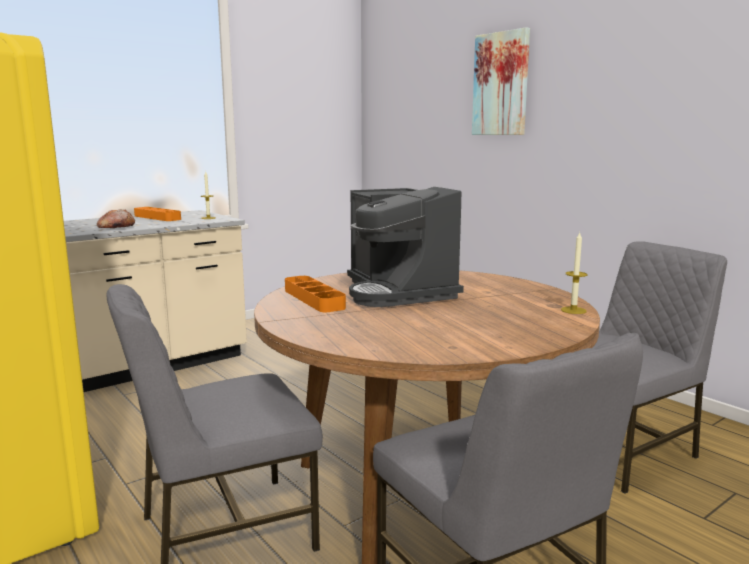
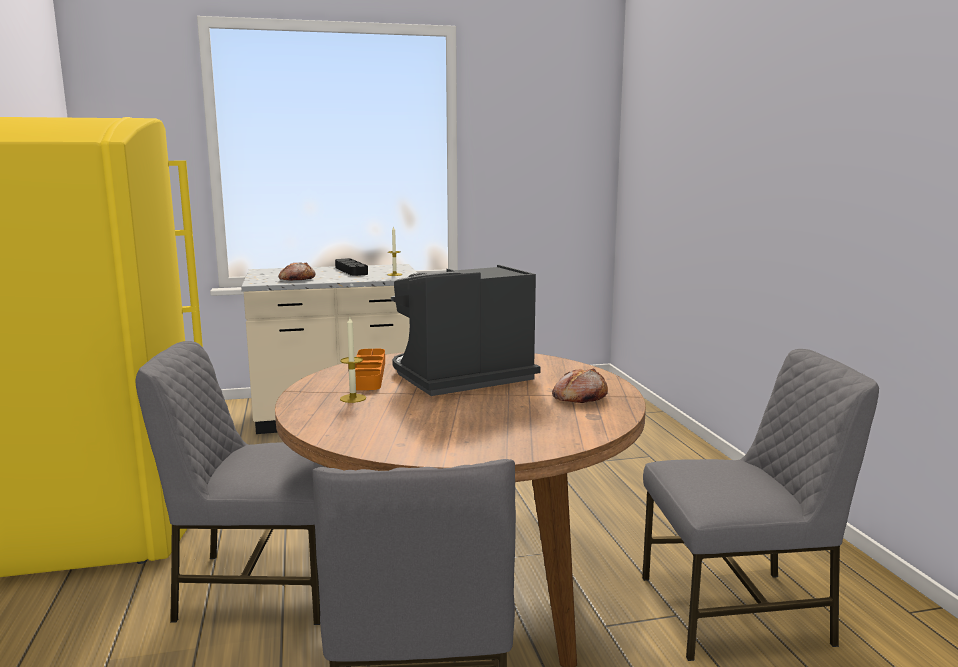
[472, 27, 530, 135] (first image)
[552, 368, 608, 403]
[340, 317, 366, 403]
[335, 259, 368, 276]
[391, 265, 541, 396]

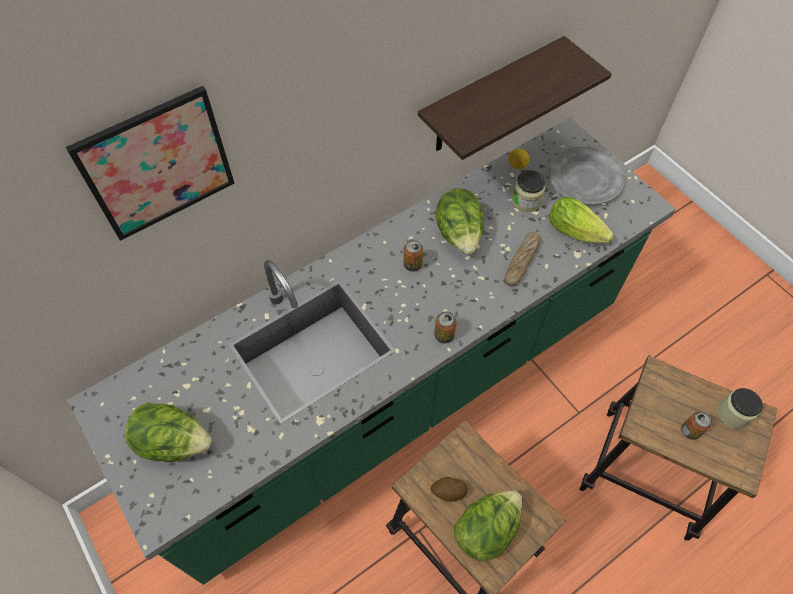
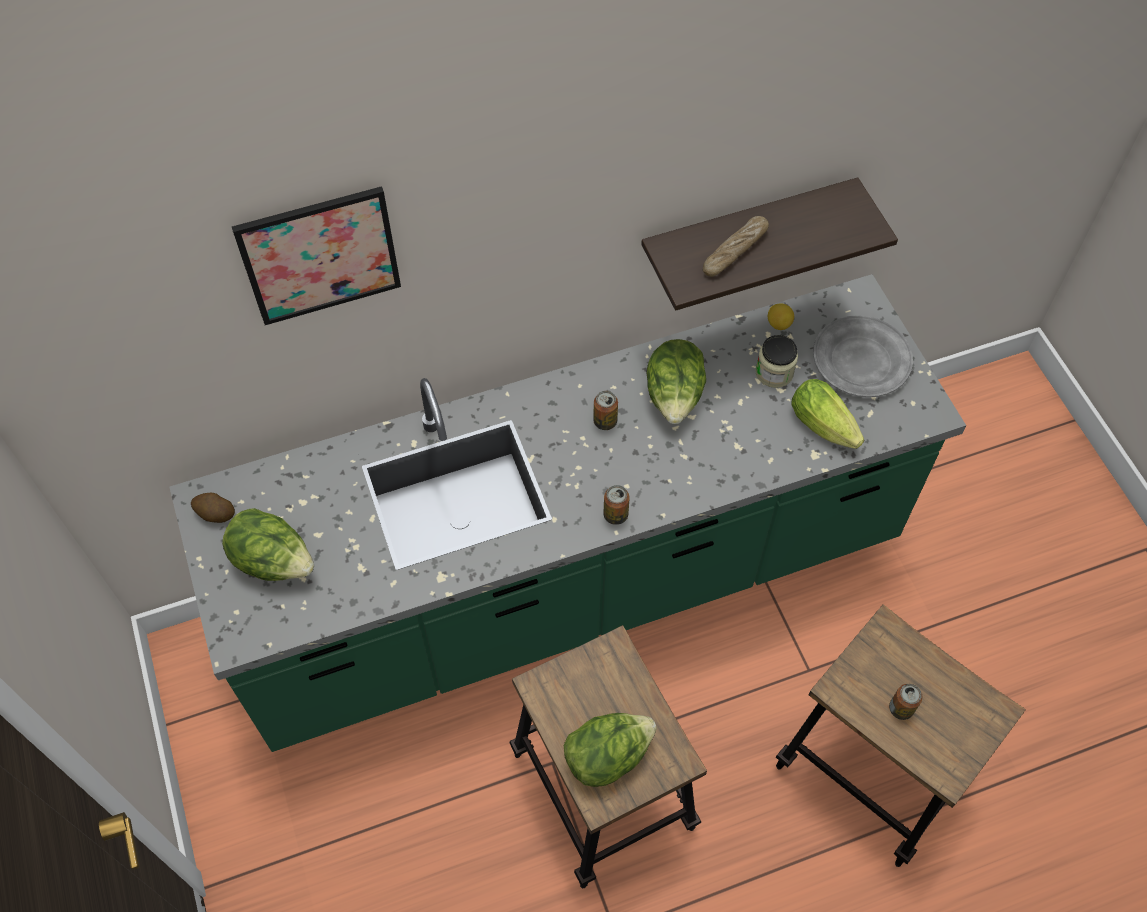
[717, 388, 763, 429] (first image)
[191, 493, 235, 523]
[703, 216, 769, 277]

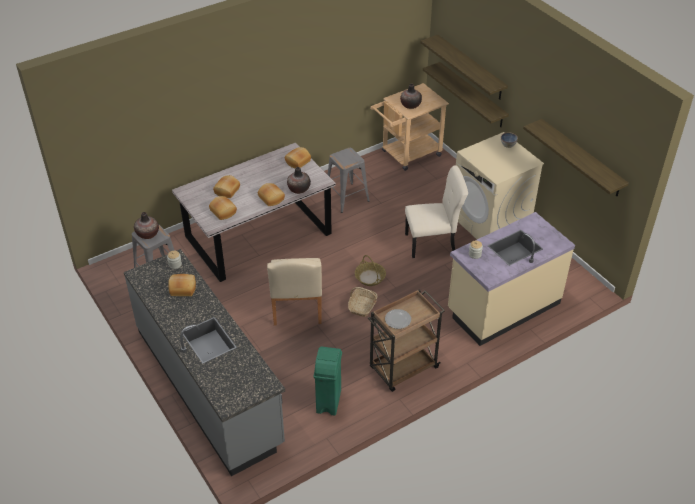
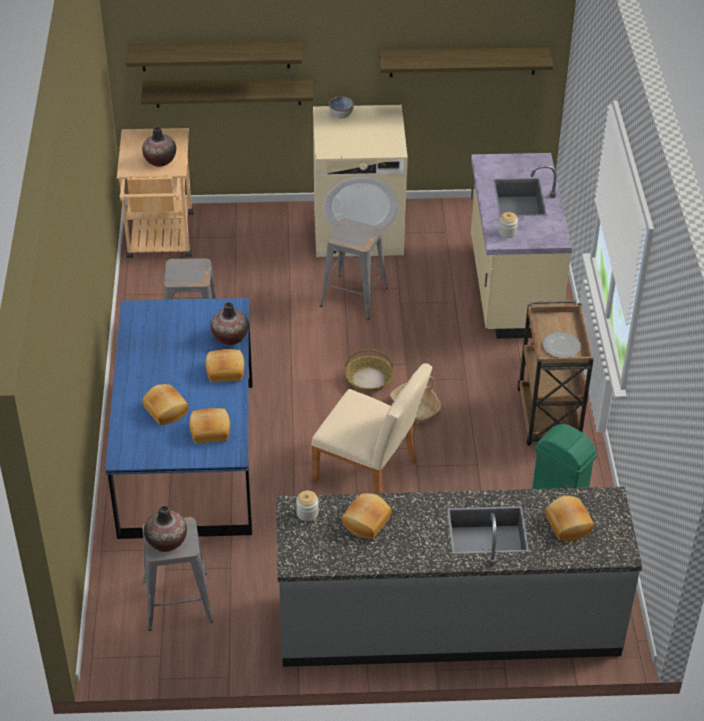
[545, 496, 594, 541]
[320, 219, 388, 320]
[105, 298, 253, 539]

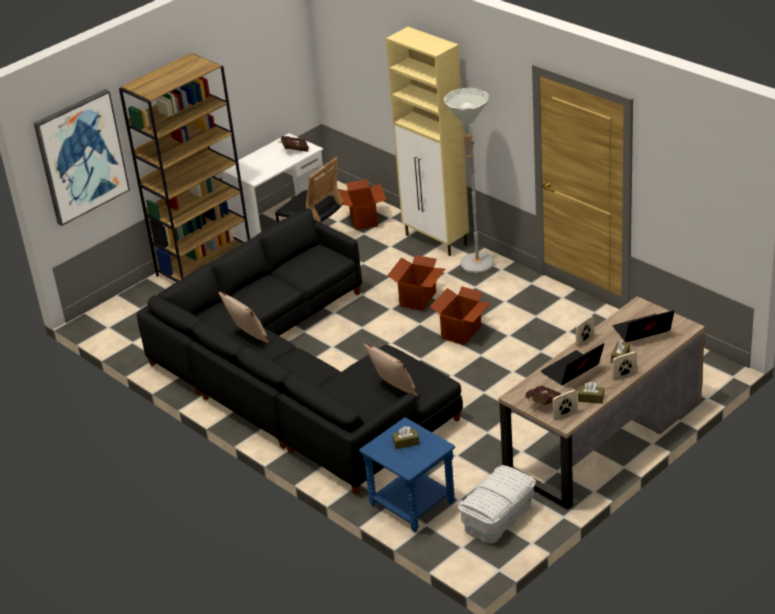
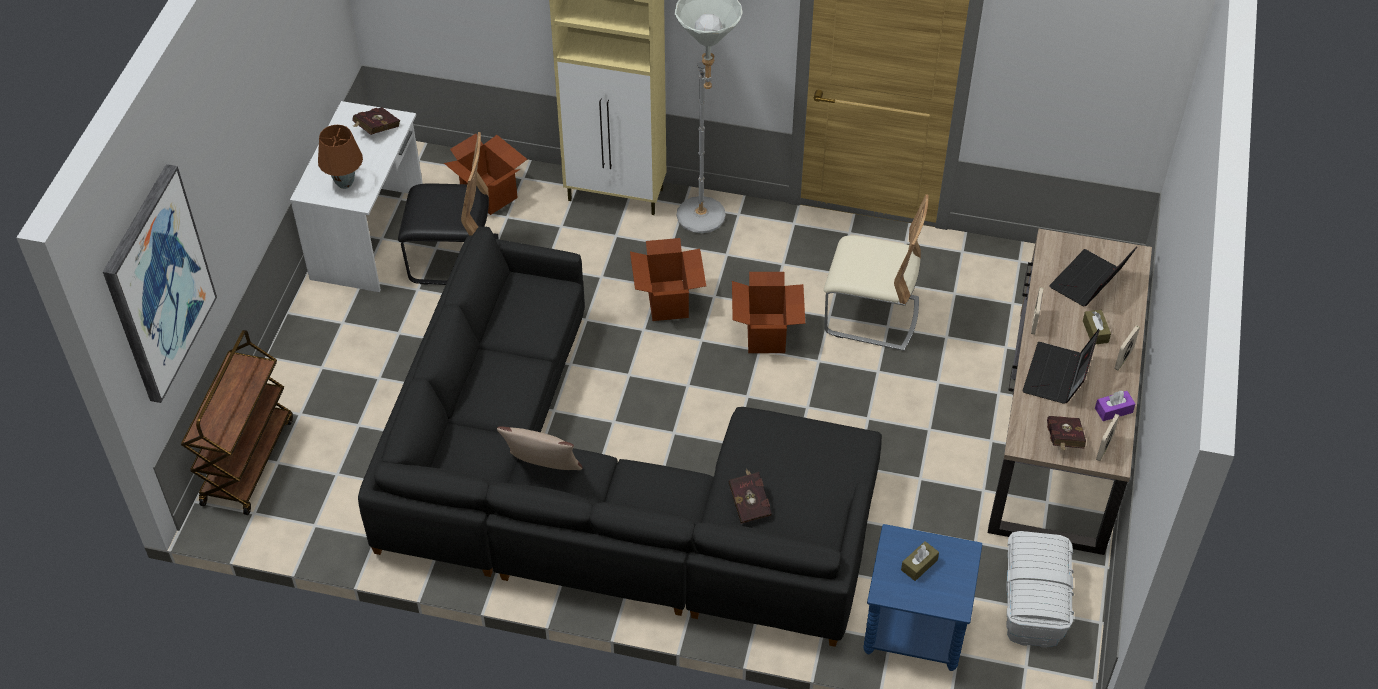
[119, 53, 250, 282] (first image)
[364, 343, 418, 396] (first image)
[181, 330, 293, 515]
[318, 125, 363, 189]
[728, 468, 772, 524]
[824, 194, 928, 351]
[1095, 390, 1135, 421]

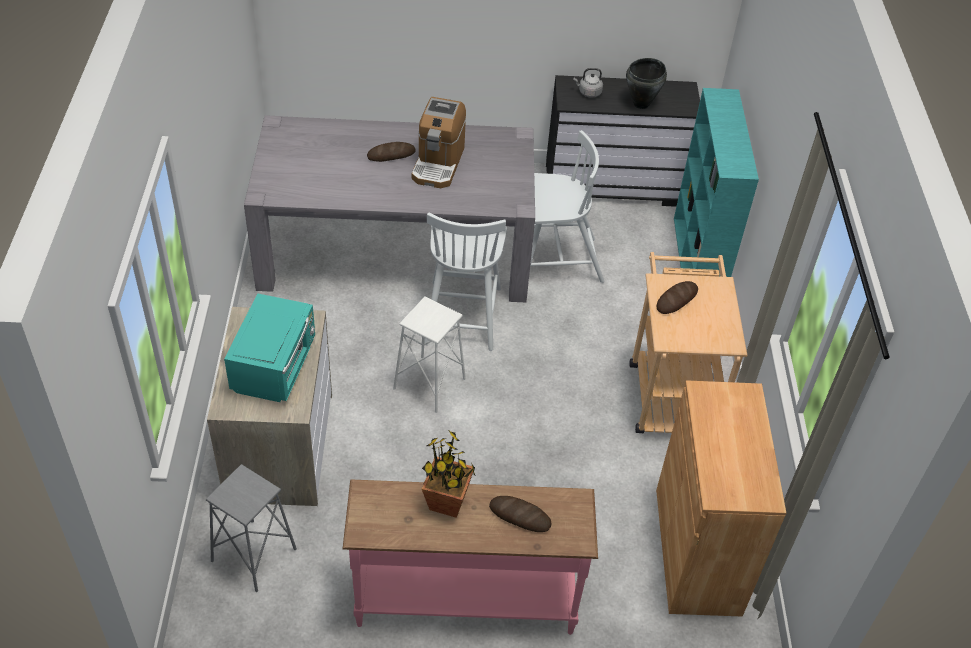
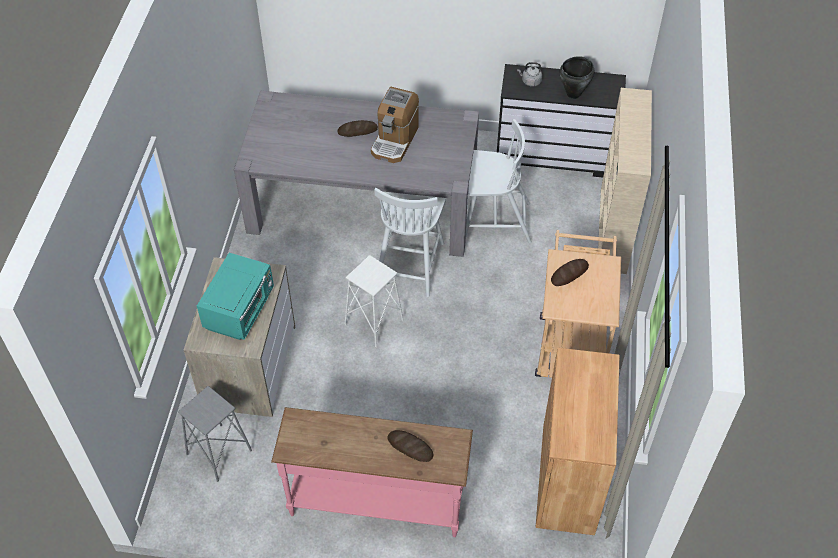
[422, 431, 475, 518] (first image)
[598, 88, 652, 274]

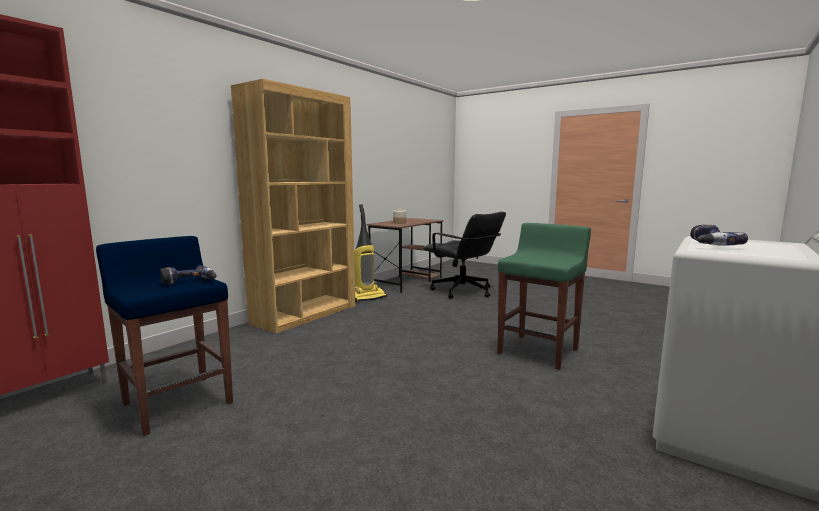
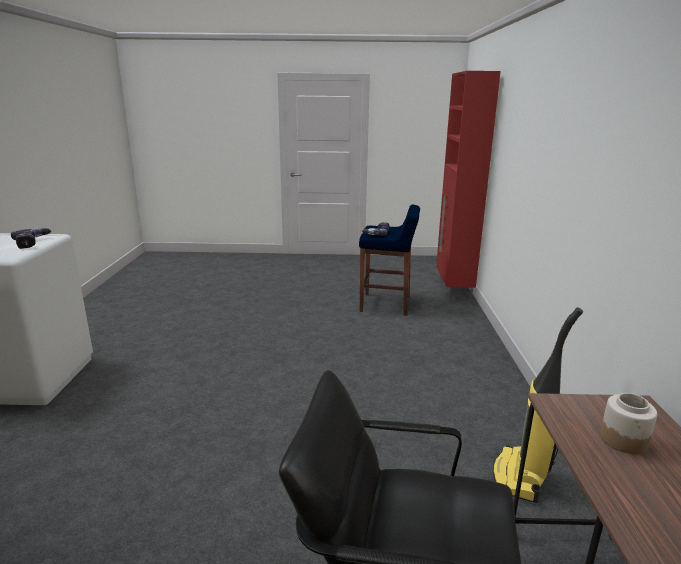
[231, 79, 355, 334] (first image)
[498, 223, 591, 370] (first image)

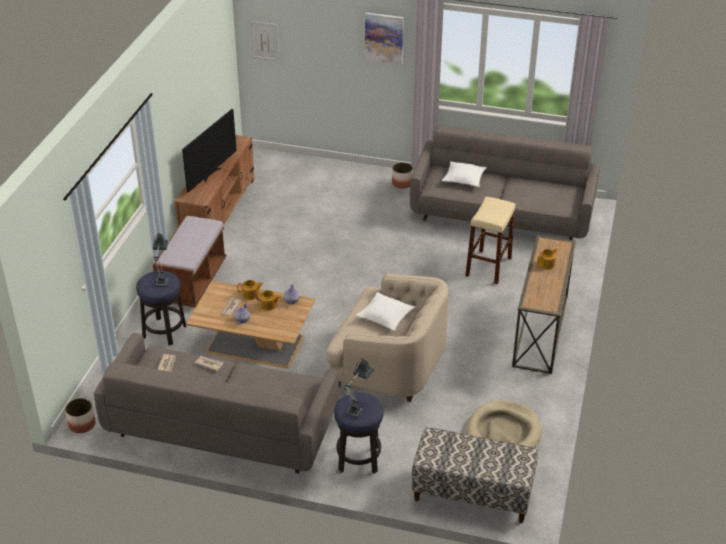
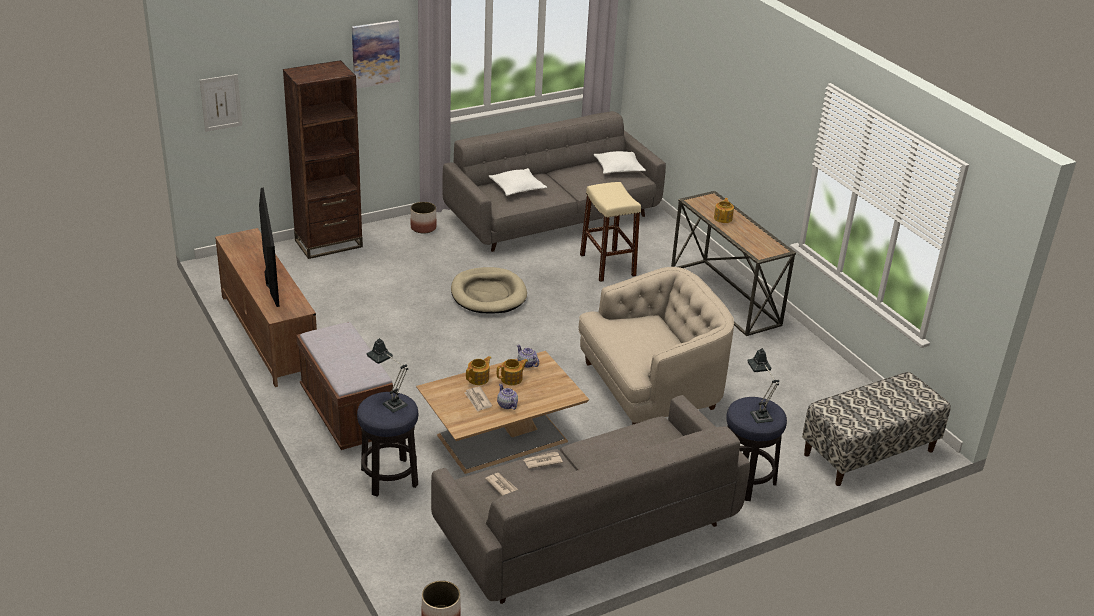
[283, 60, 363, 259]
[594, 151, 646, 174]
[451, 267, 527, 313]

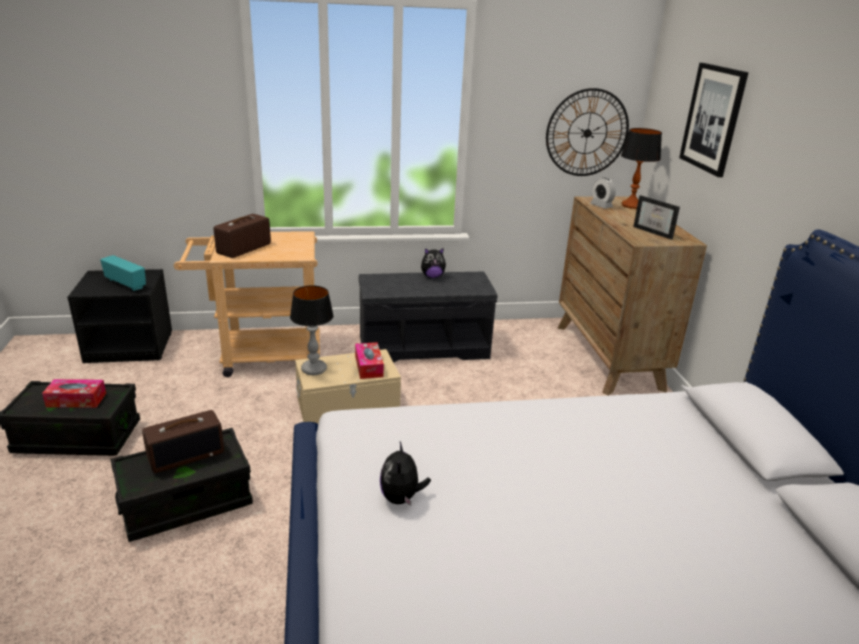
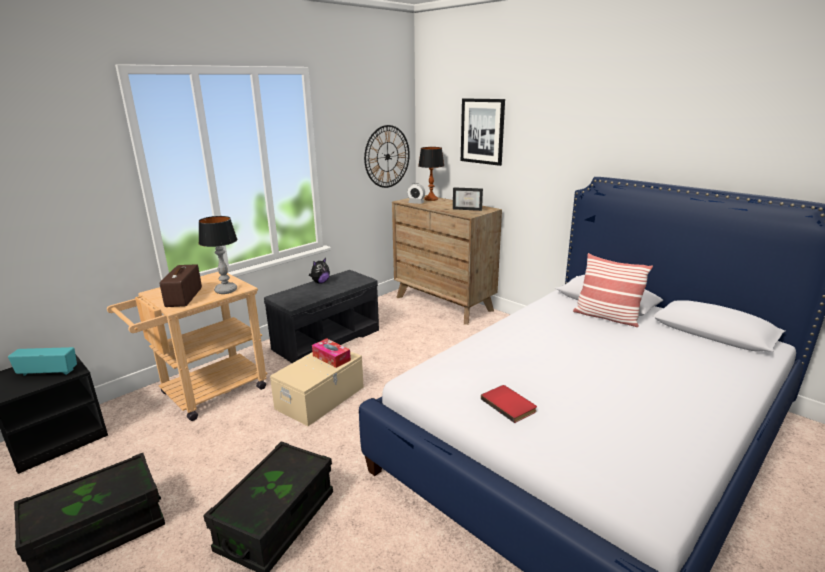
[42, 379, 106, 408] (first image)
[142, 410, 224, 473] (first image)
[573, 253, 653, 327]
[198, 216, 237, 294]
[481, 385, 537, 423]

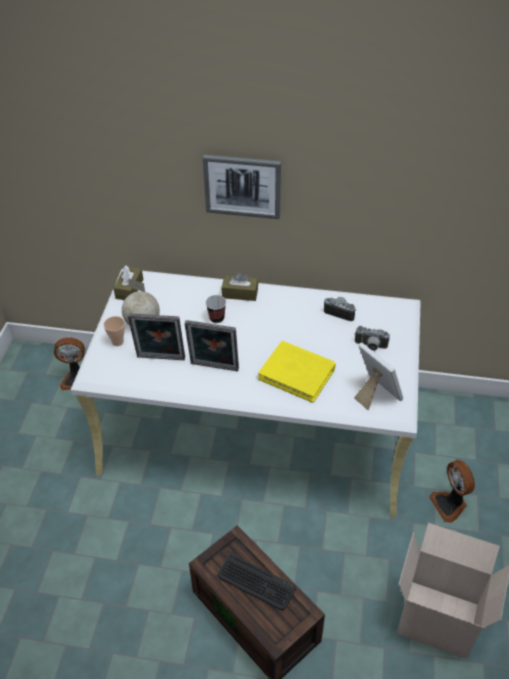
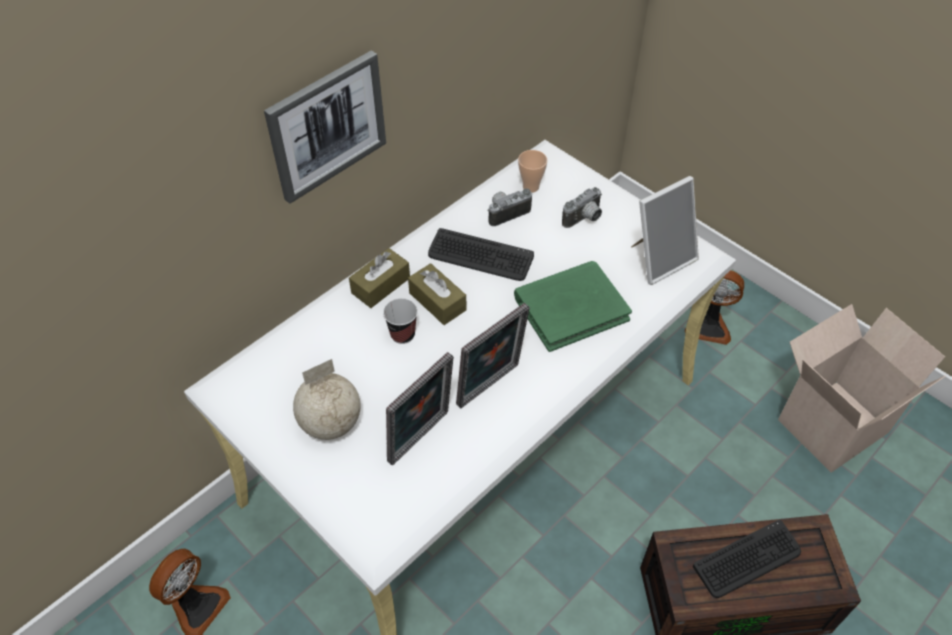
[428, 228, 534, 281]
[518, 150, 547, 193]
[408, 263, 466, 325]
[514, 261, 632, 352]
[631, 176, 699, 285]

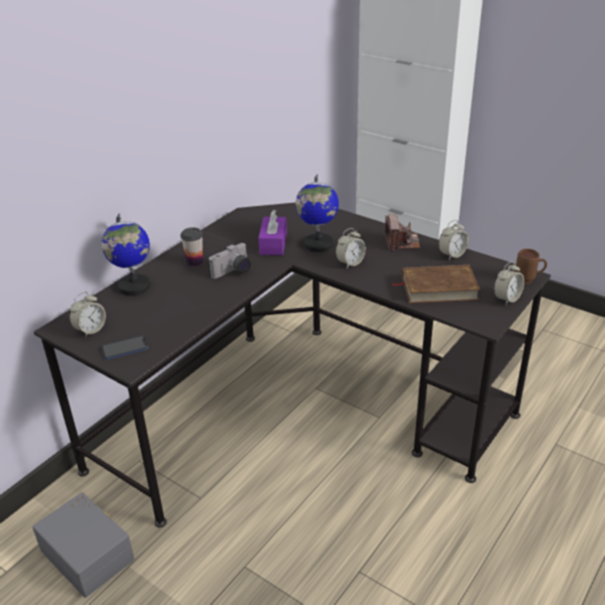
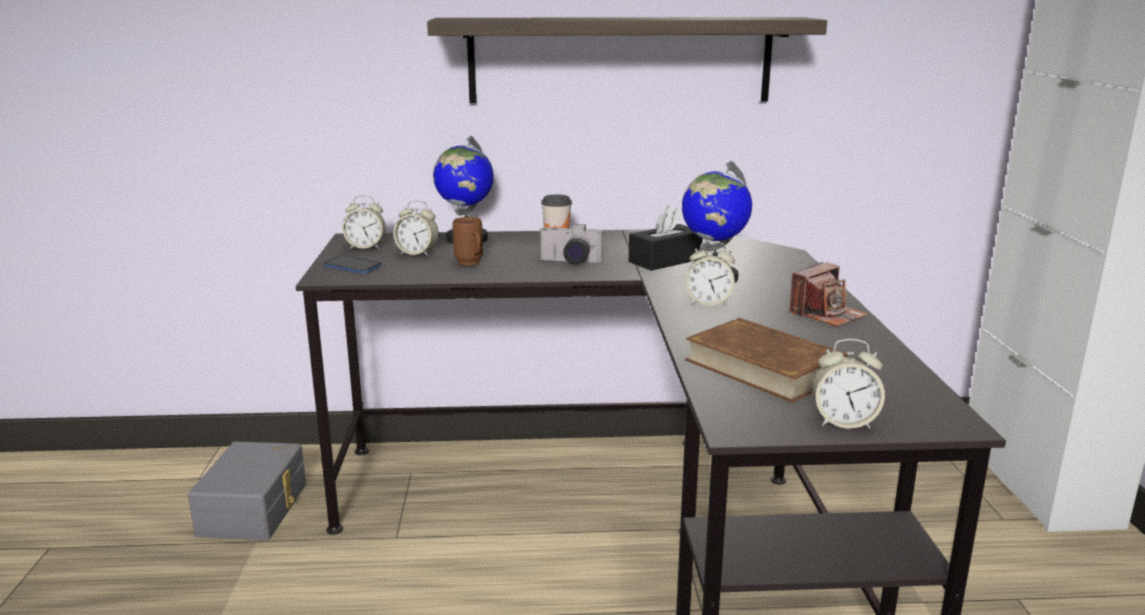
[427, 17, 827, 103]
[393, 200, 439, 256]
[452, 217, 483, 266]
[629, 205, 703, 271]

